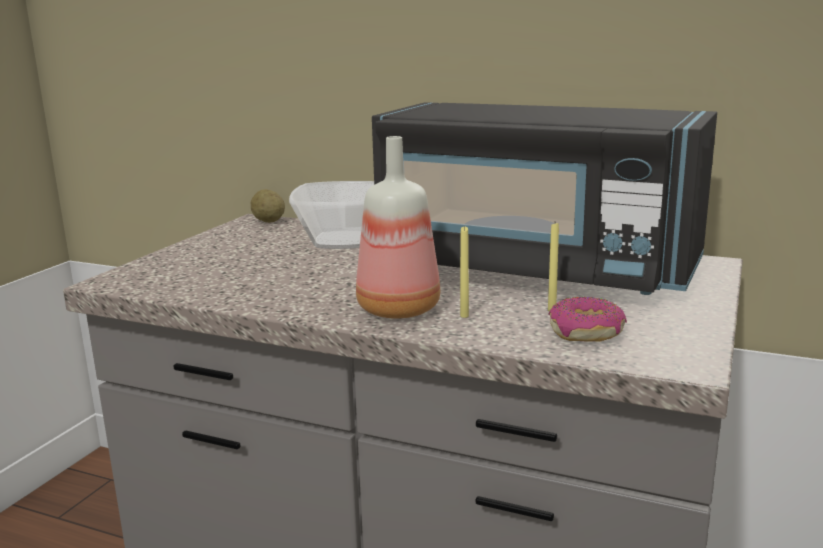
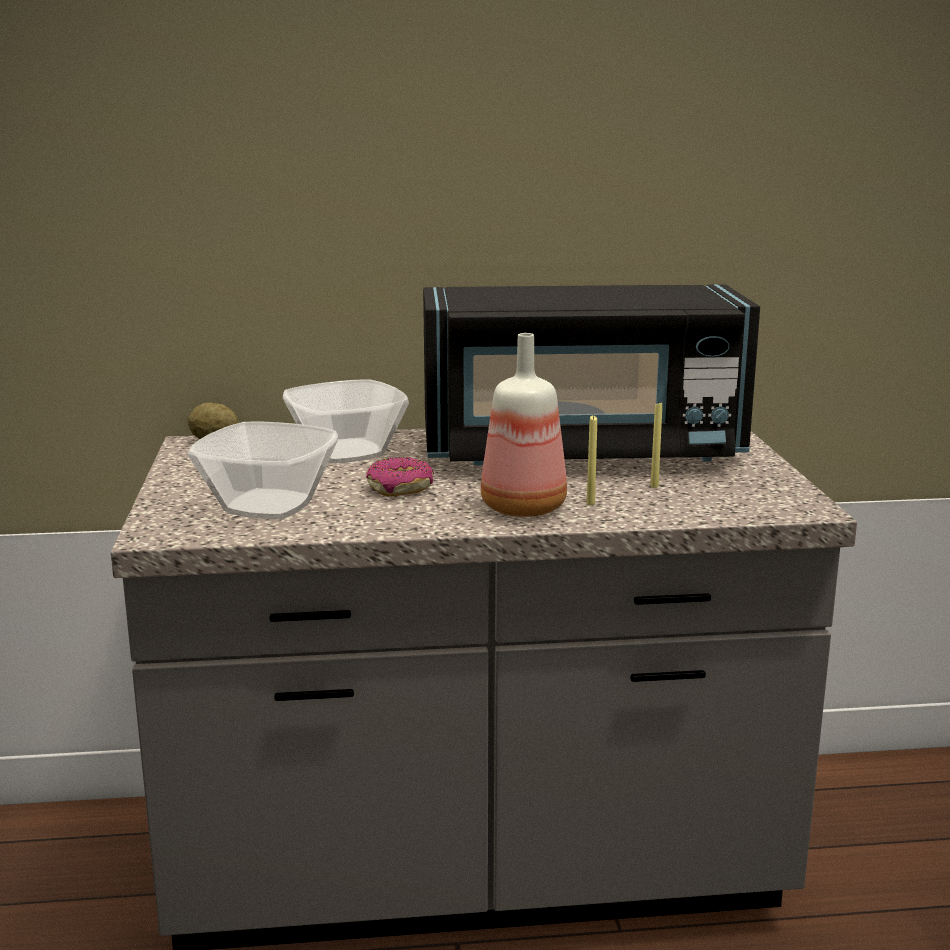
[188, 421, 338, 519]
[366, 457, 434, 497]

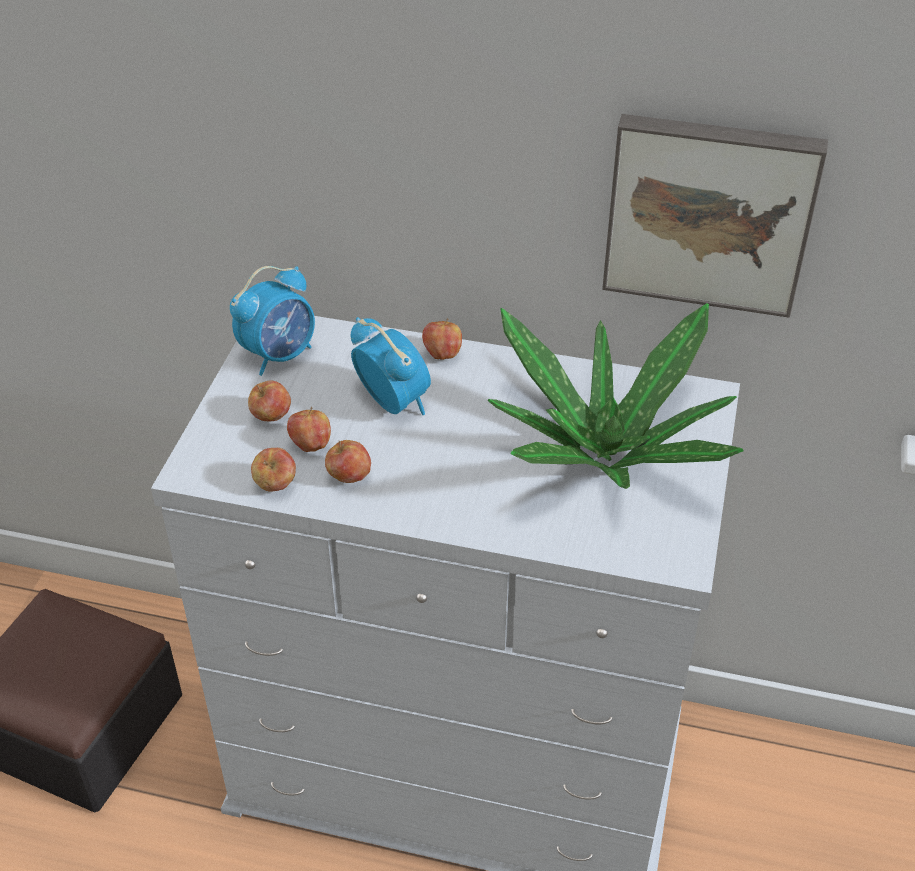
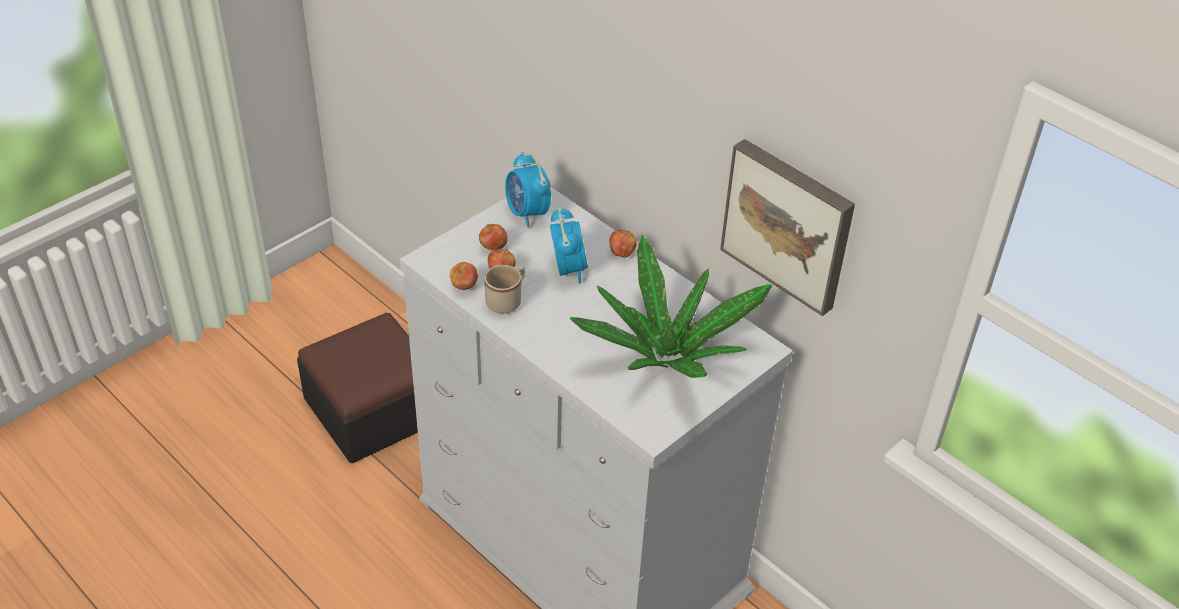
[484, 265, 525, 314]
[505, 152, 551, 227]

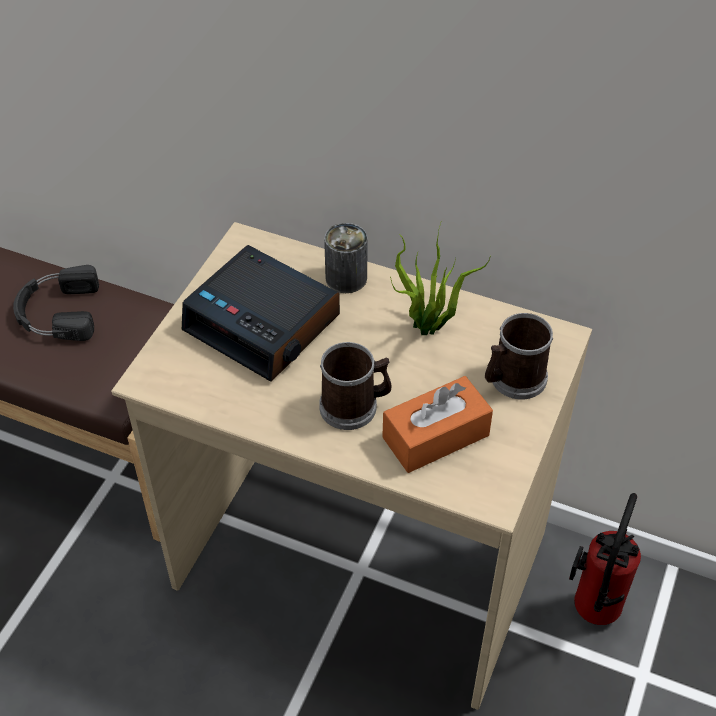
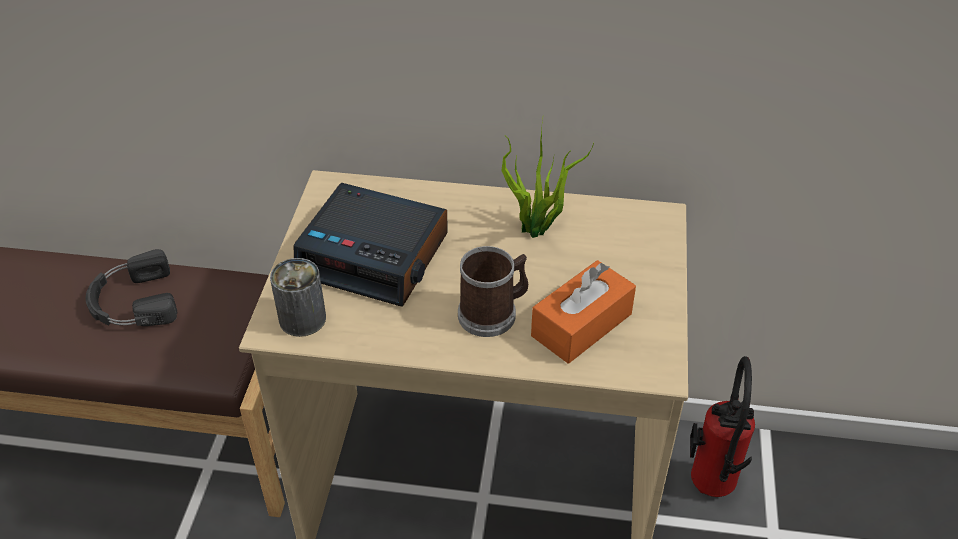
[485, 313, 553, 399] (first image)
[270, 258, 326, 337]

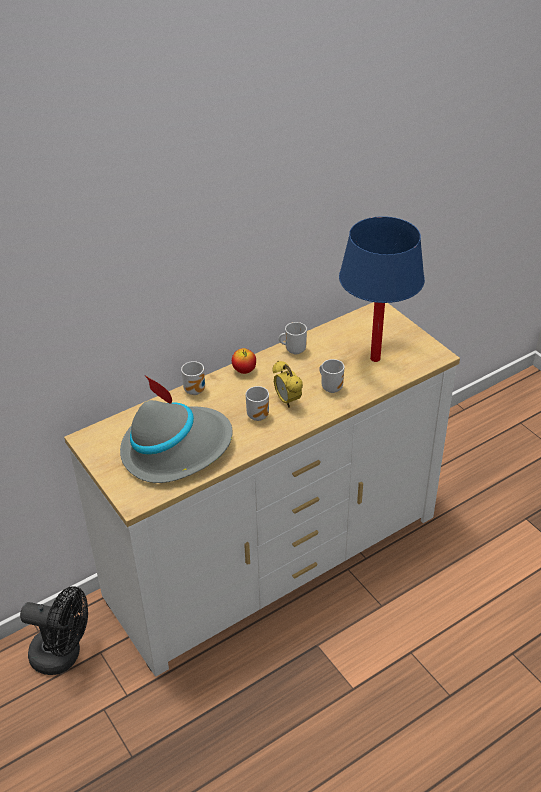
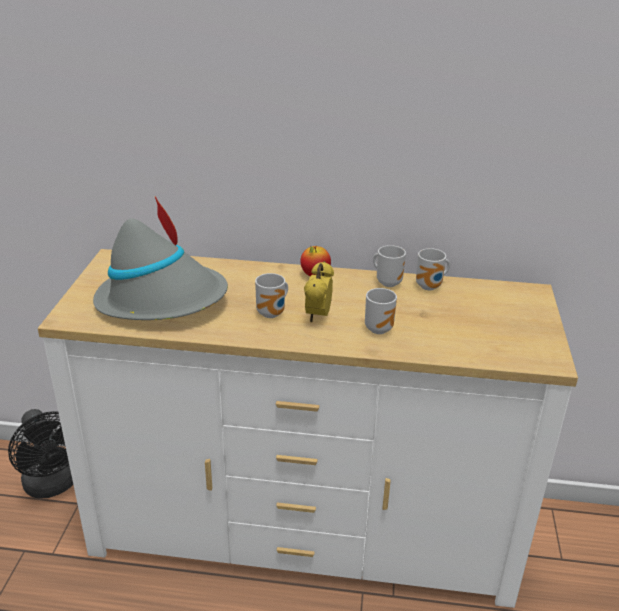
[339, 216, 425, 362] (first image)
[416, 248, 450, 290]

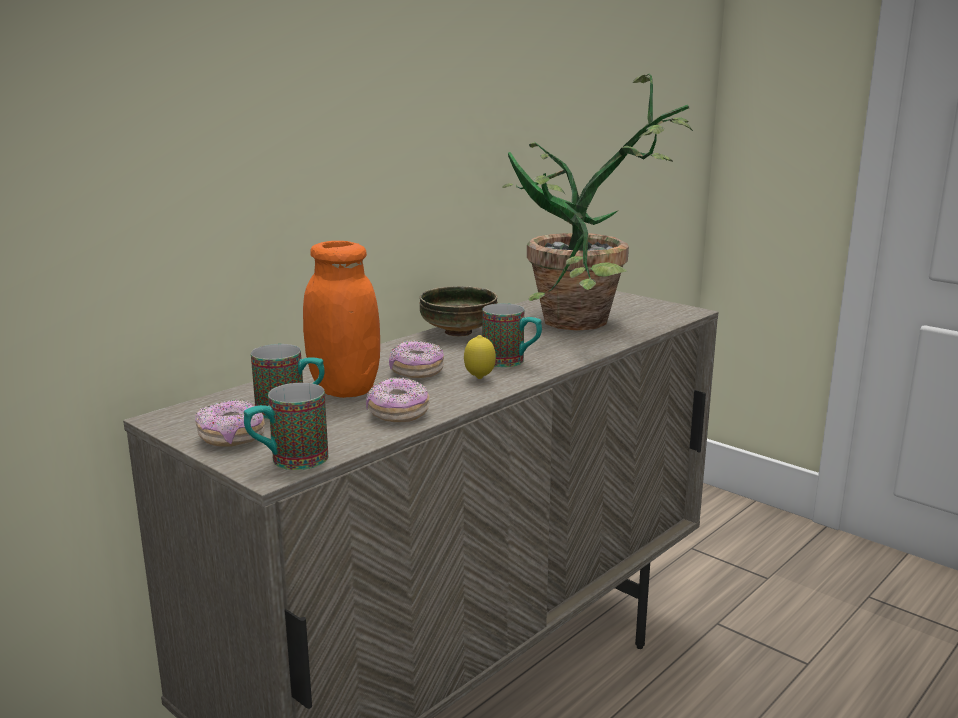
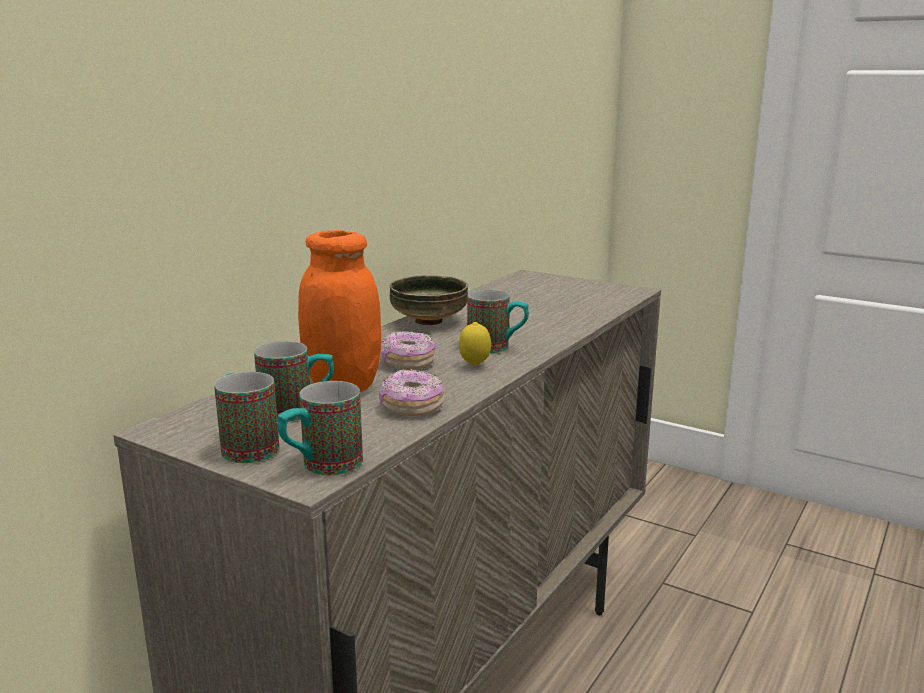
[502, 74, 693, 331] (first image)
[214, 372, 280, 463]

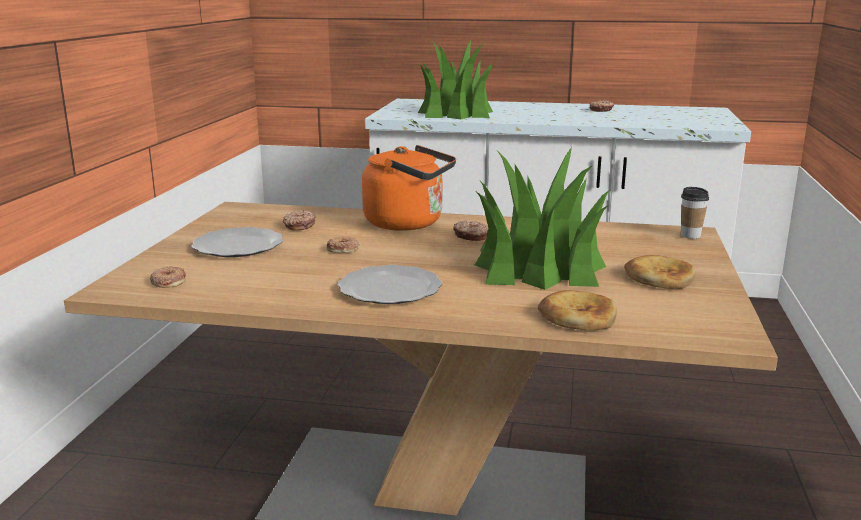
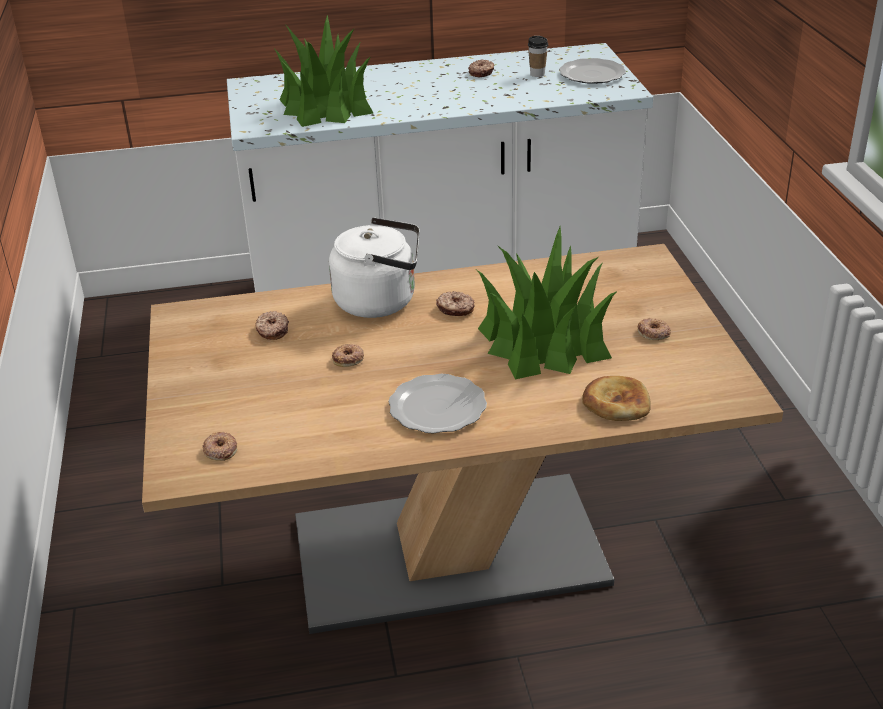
[559, 58, 626, 84]
[528, 36, 548, 77]
[637, 318, 671, 340]
[329, 217, 420, 318]

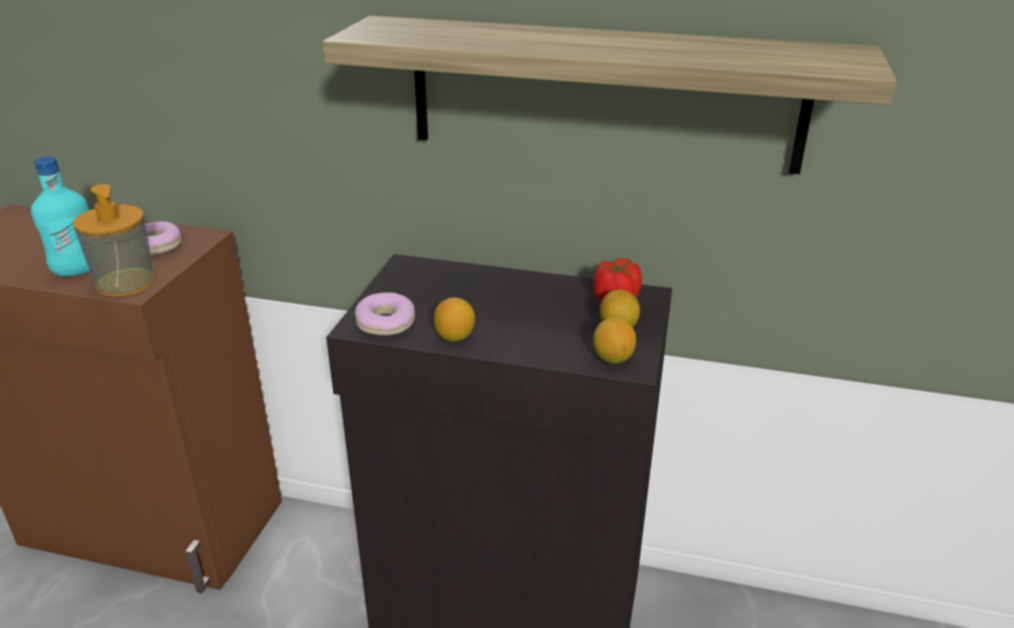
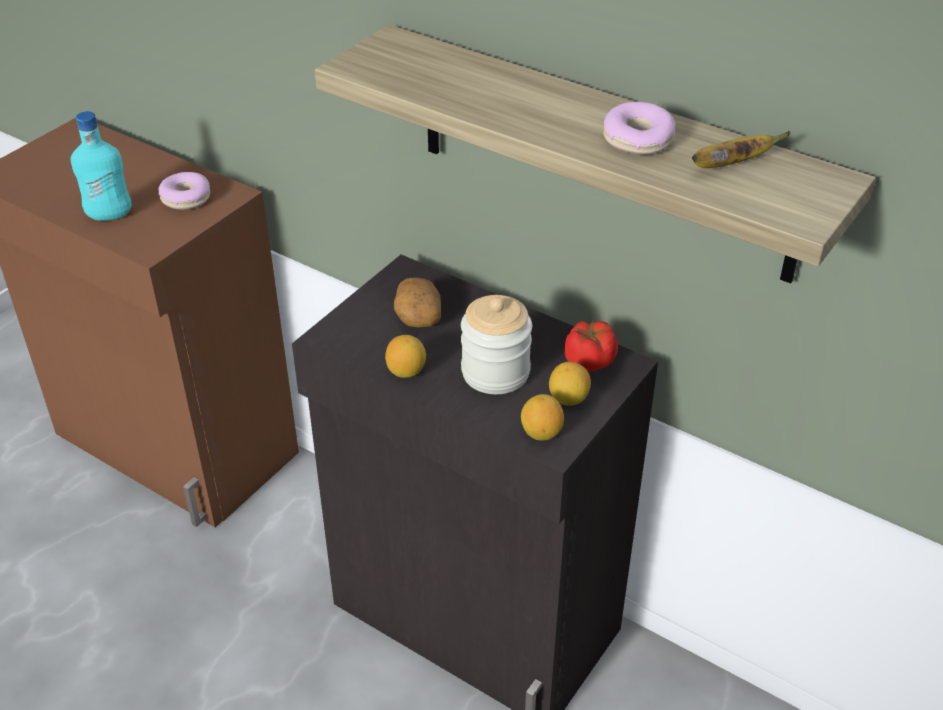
[73, 184, 155, 296] (first image)
[394, 277, 441, 327]
[461, 295, 532, 394]
[692, 131, 791, 168]
[603, 102, 676, 154]

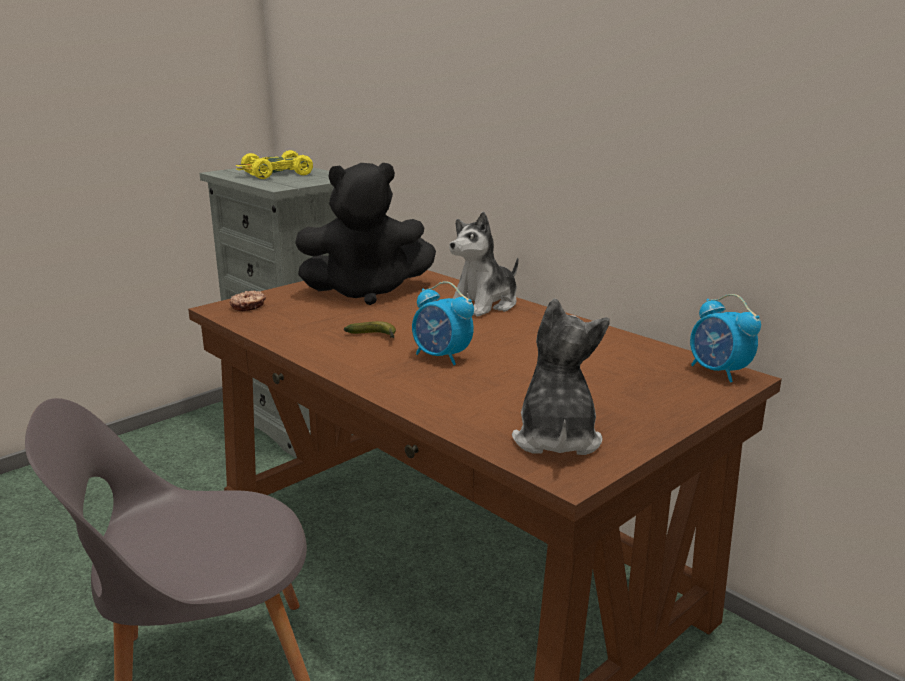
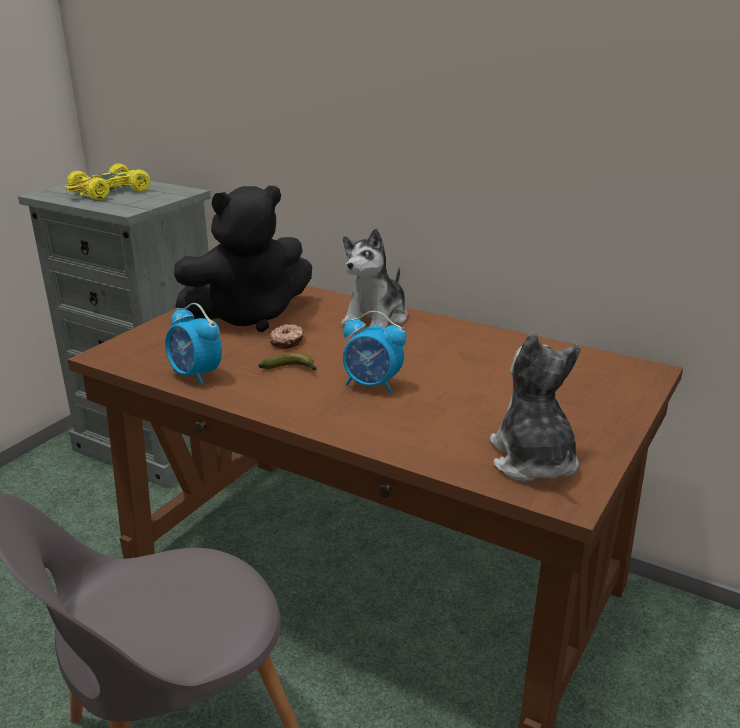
[269, 324, 304, 349]
[165, 303, 222, 385]

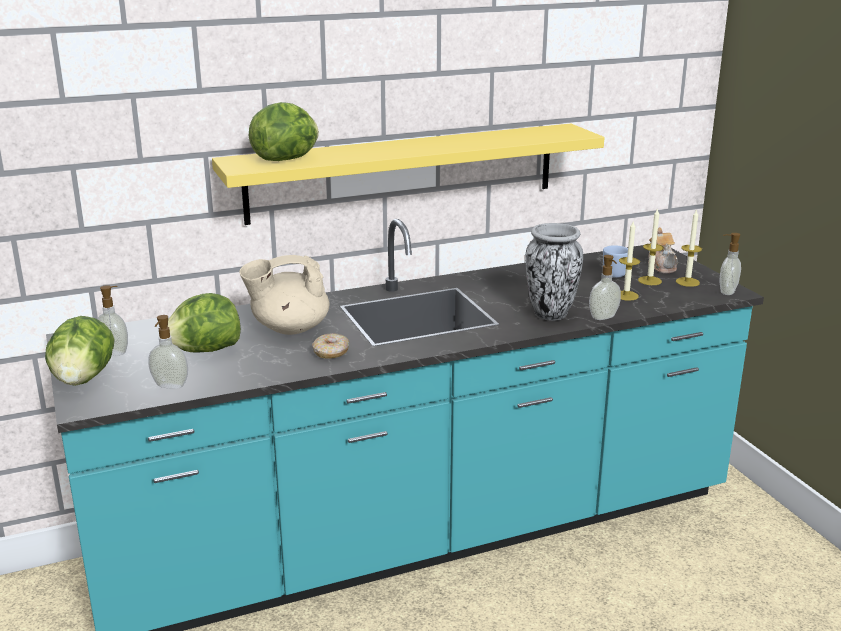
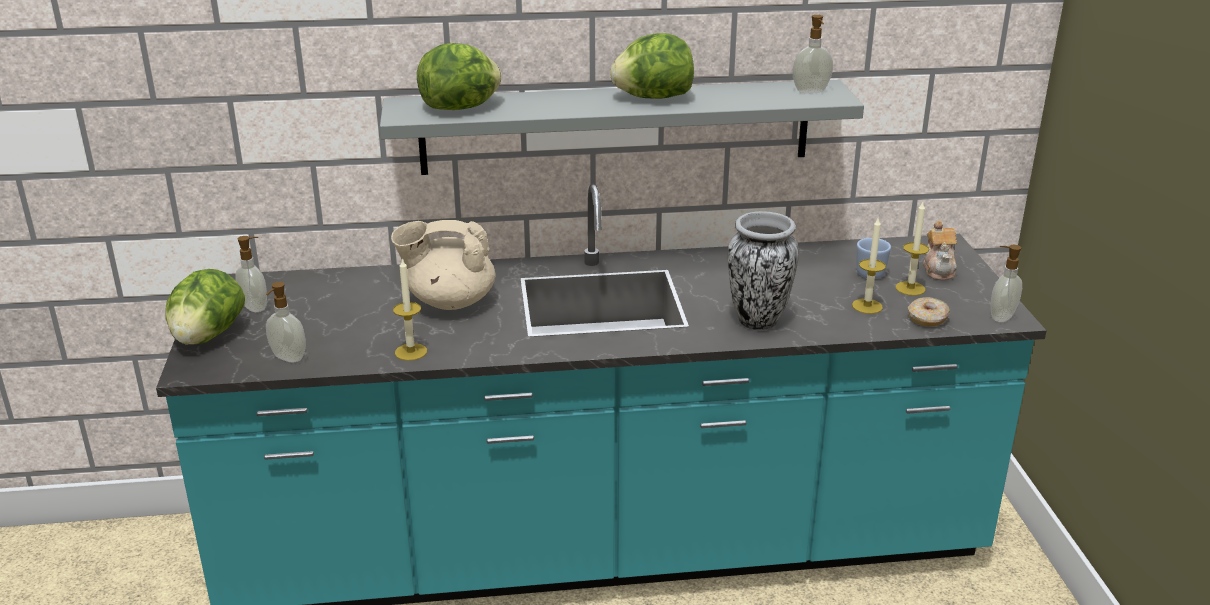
[610, 33, 694, 99]
[908, 297, 950, 327]
[792, 15, 833, 93]
[393, 258, 427, 361]
[380, 80, 864, 175]

